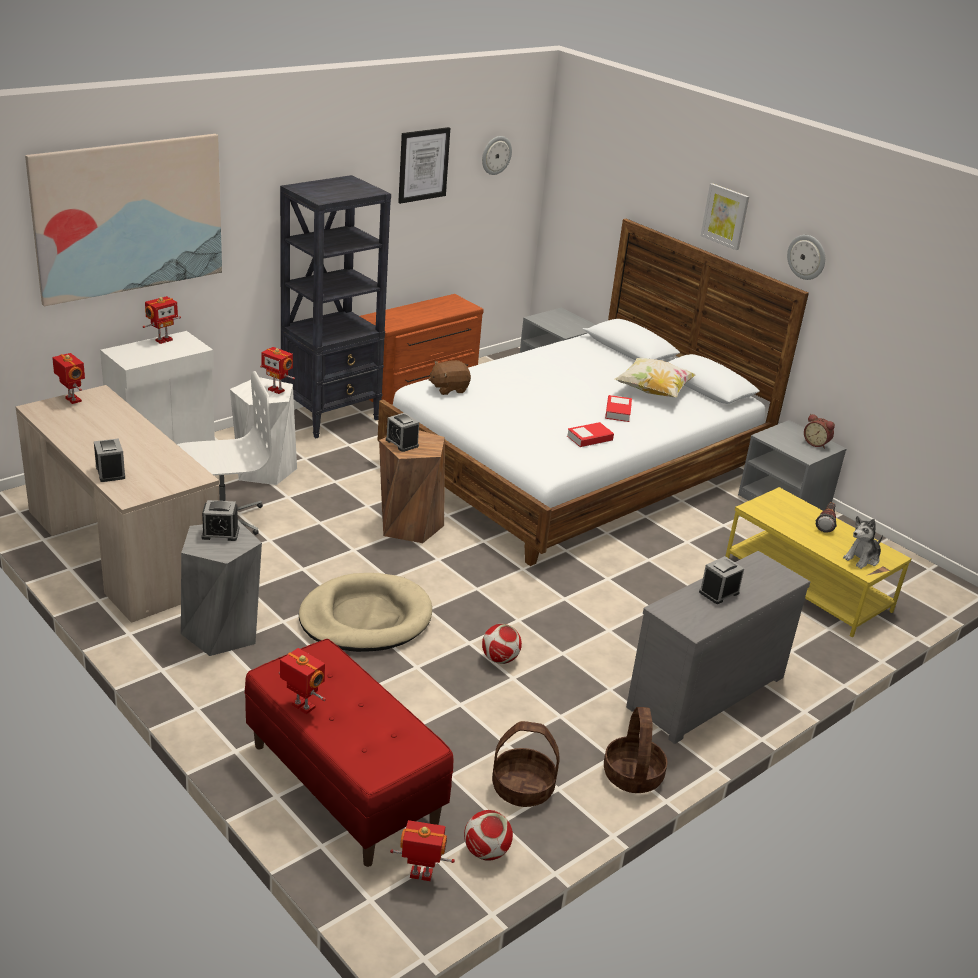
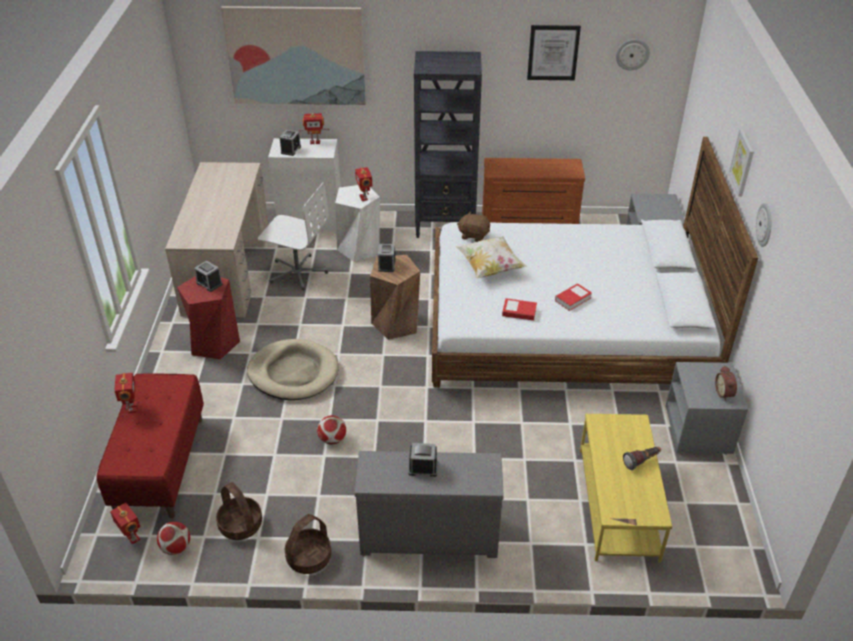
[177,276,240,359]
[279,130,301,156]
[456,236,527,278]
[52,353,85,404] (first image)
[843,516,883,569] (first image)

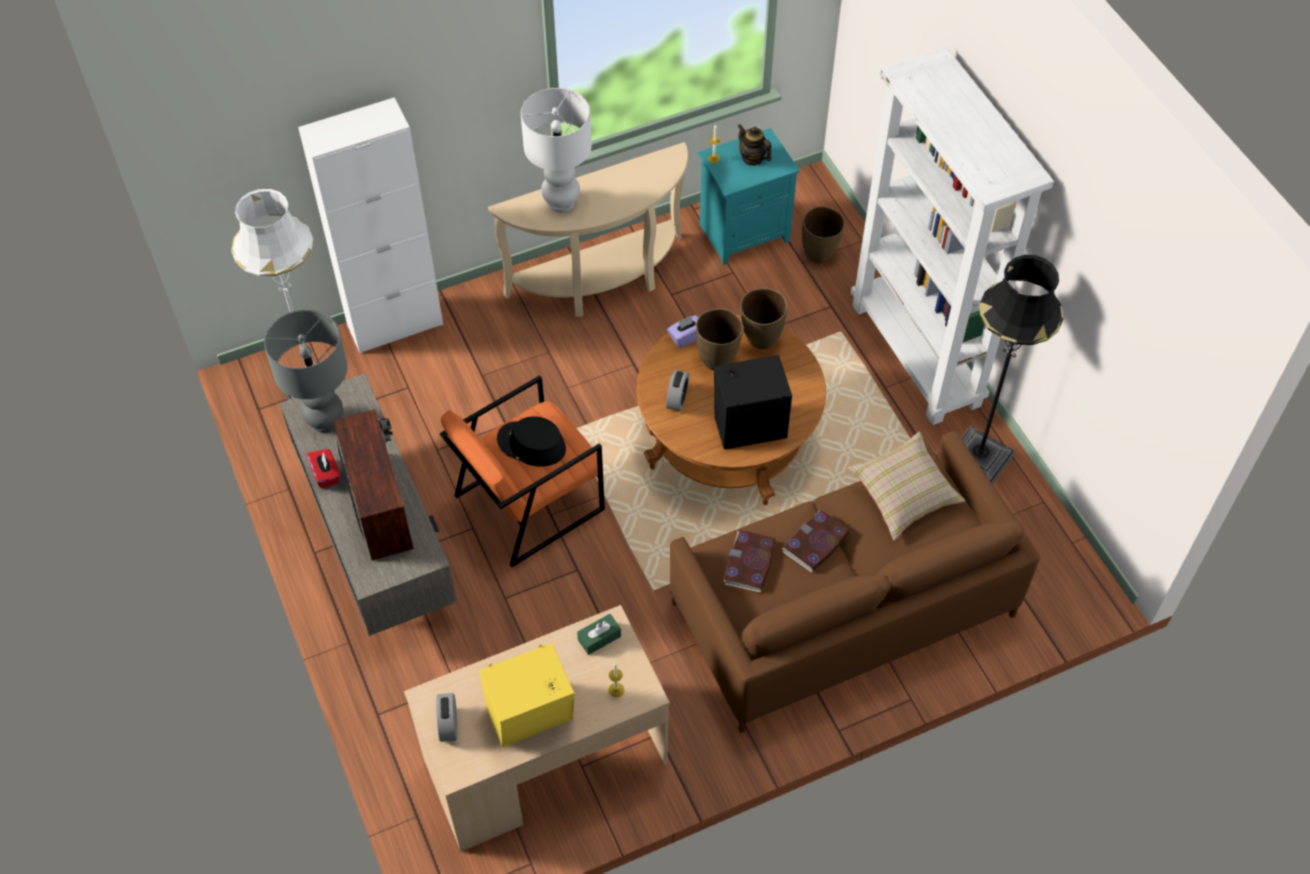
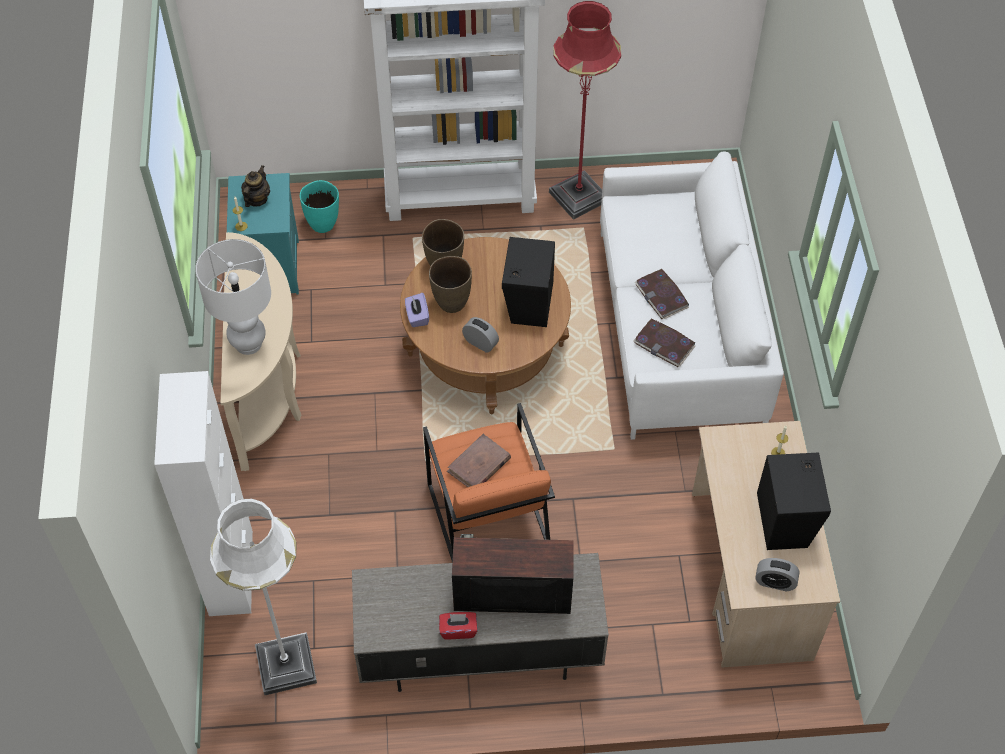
[241,165,270,207]
[300,180,339,233]
[447,434,511,487]
[549,1,621,220]
[600,152,784,440]
[757,452,831,550]
[264,310,348,433] (first image)
[577,614,621,655] (first image)
[848,432,965,541] (first image)

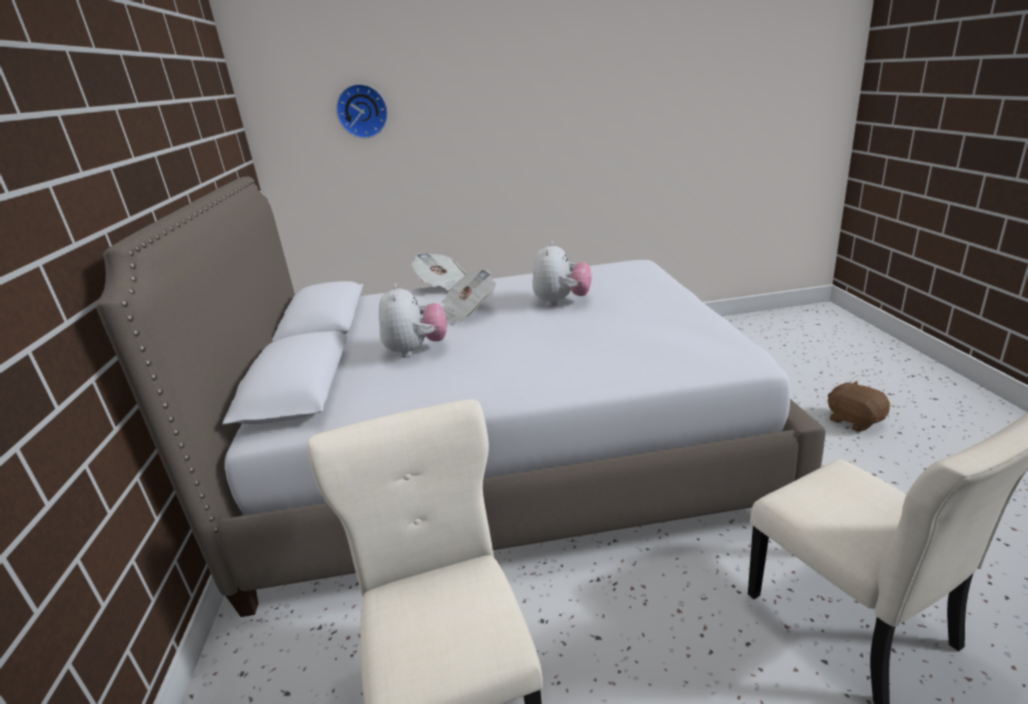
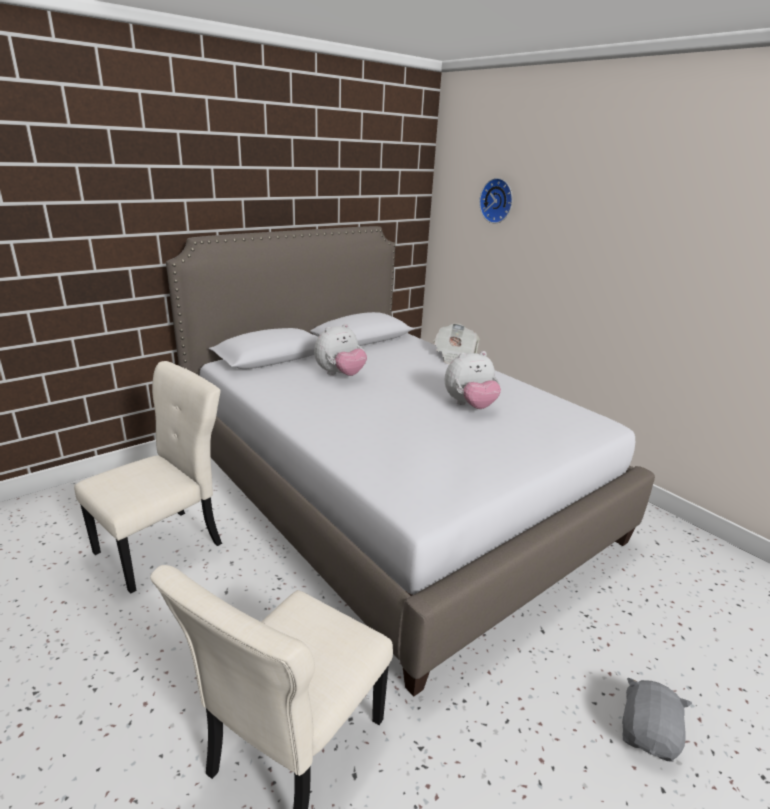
[622,678,692,762]
[441,269,496,322] (first image)

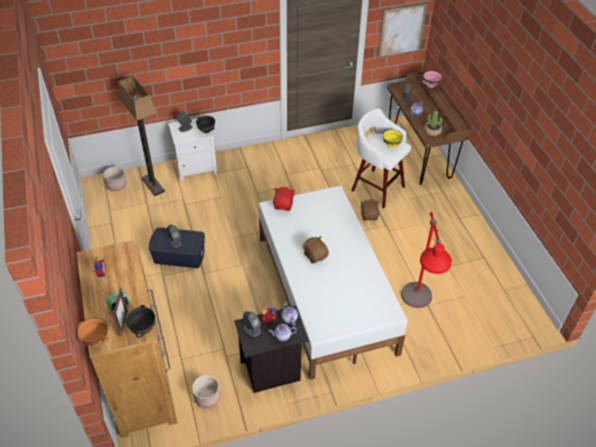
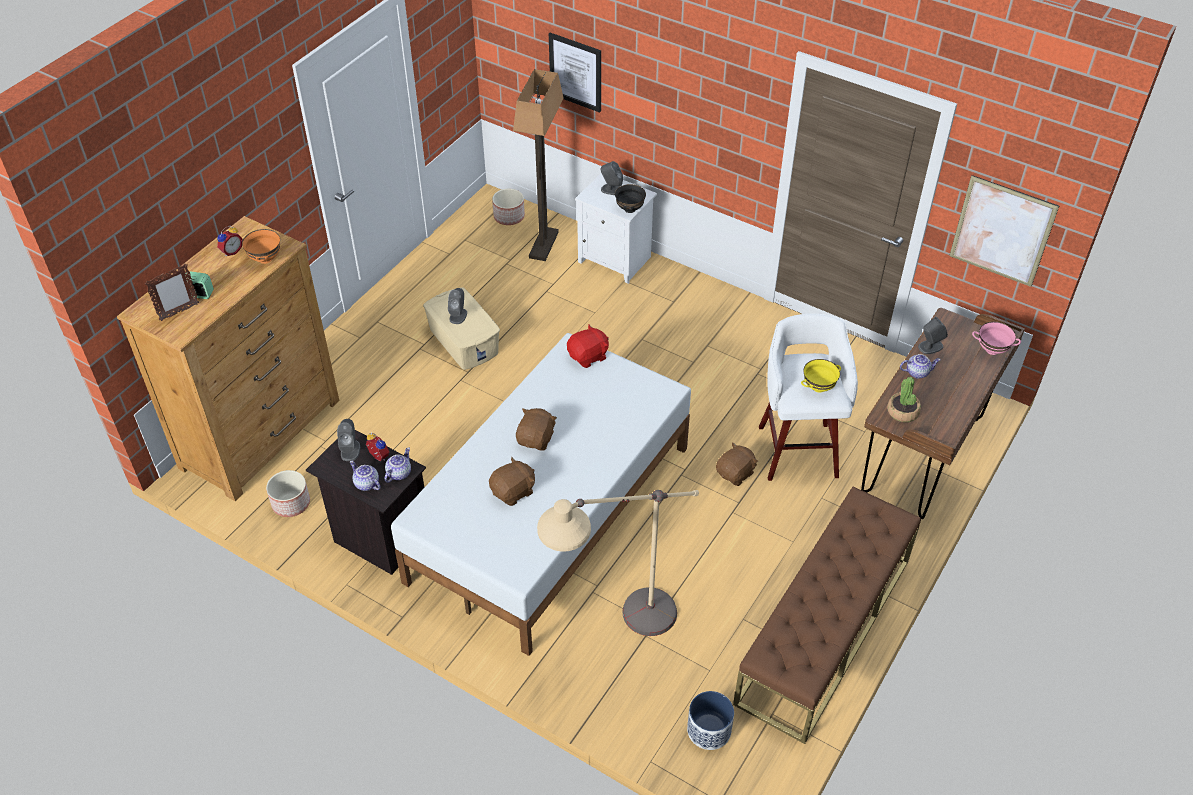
[242,229,280,264]
[423,287,500,370]
[489,457,535,506]
[537,490,699,636]
[549,33,601,113]
[687,691,734,750]
[733,486,921,744]
[125,305,155,338] (first image)

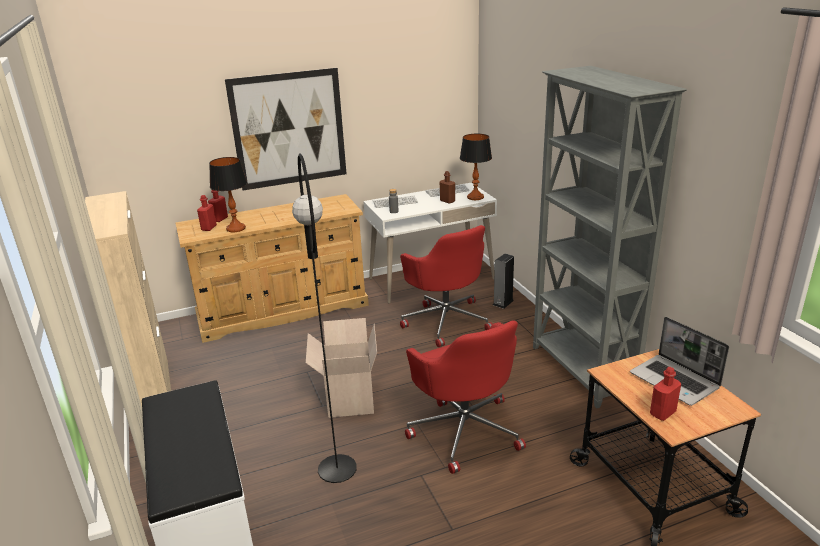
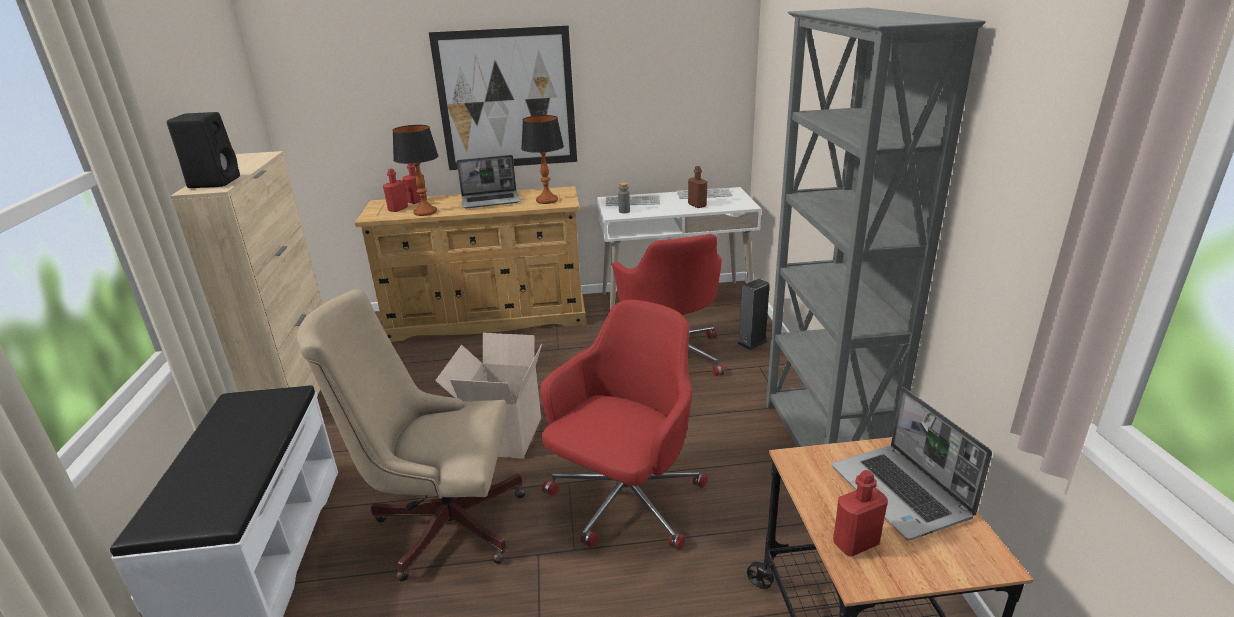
[167,112,240,188]
[297,289,526,582]
[457,155,521,208]
[521,115,564,204]
[540,300,708,550]

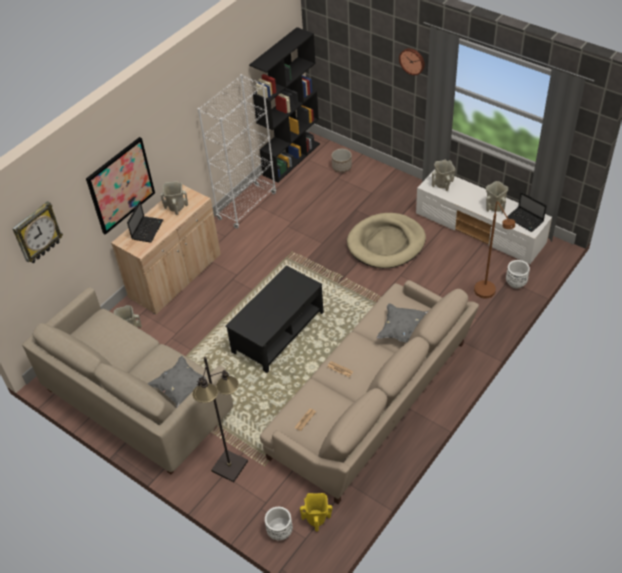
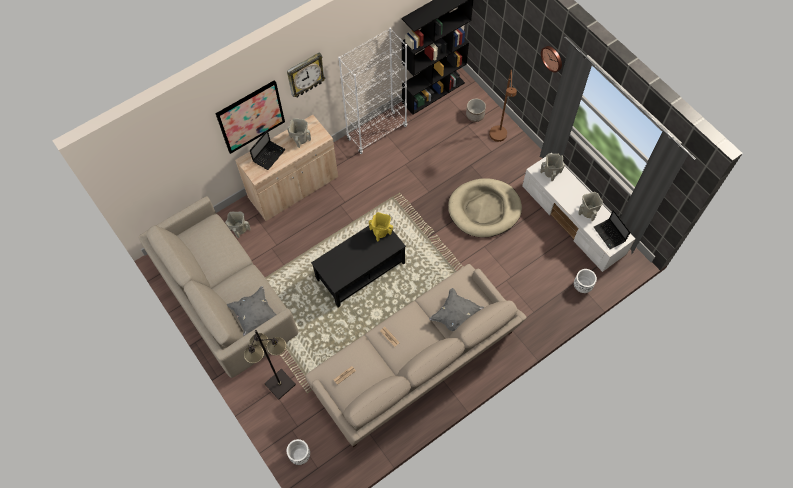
[287,52,326,98]
[369,212,393,241]
[489,70,517,142]

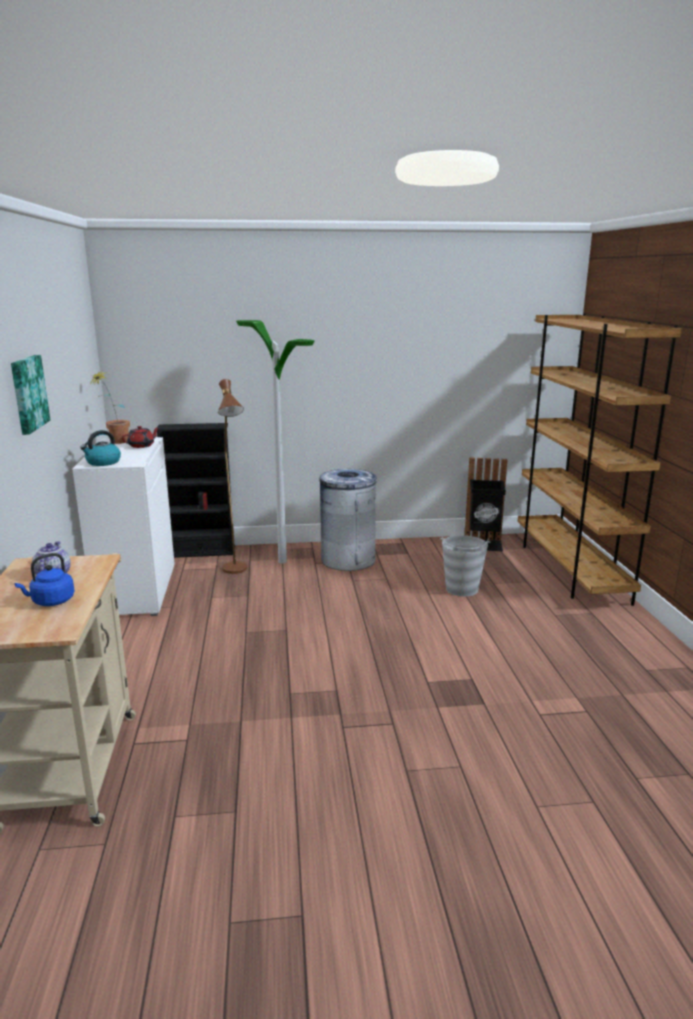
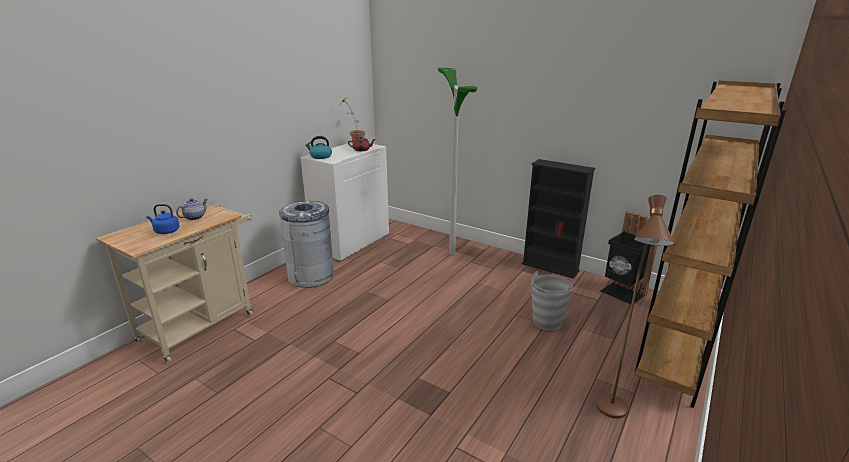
[279,201,334,288]
[522,159,595,279]
[596,195,674,419]
[11,355,50,435] (first image)

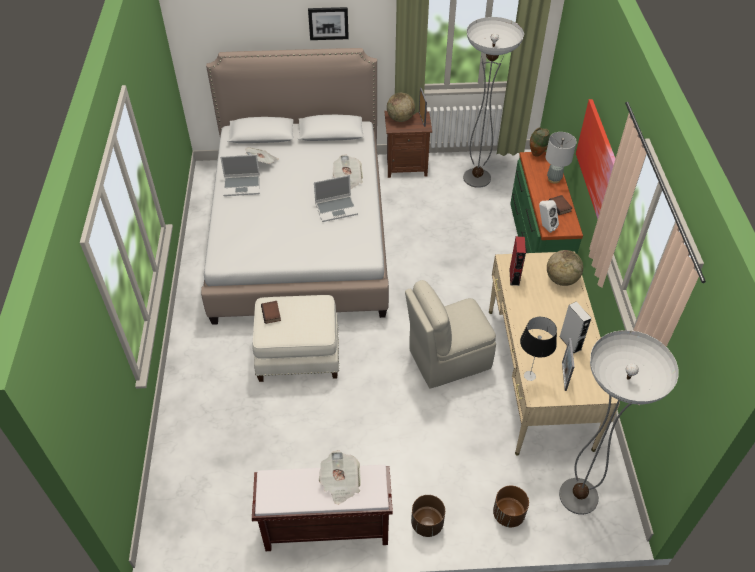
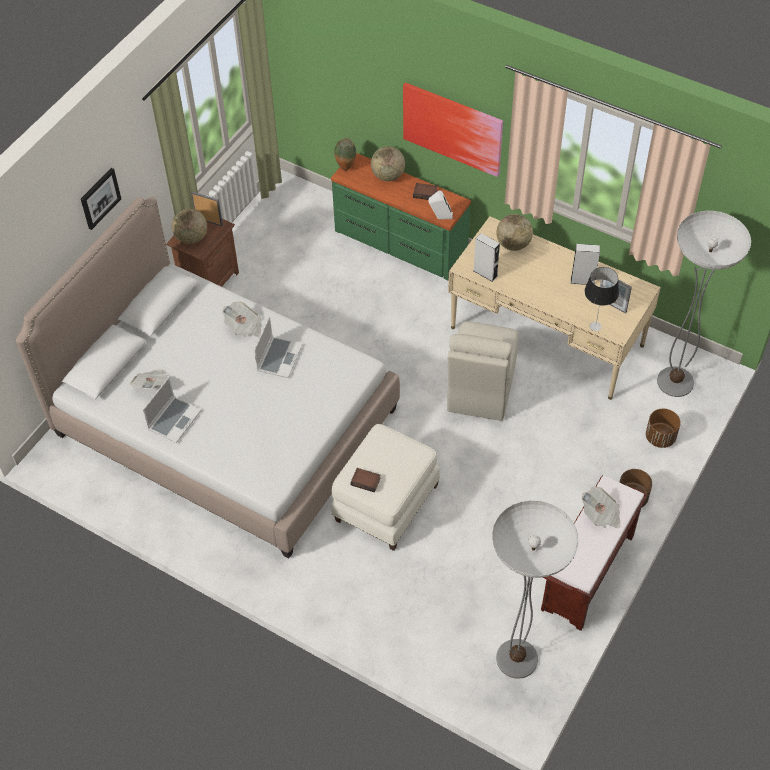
[371,146,405,181]
[474,233,500,282]
[492,500,579,679]

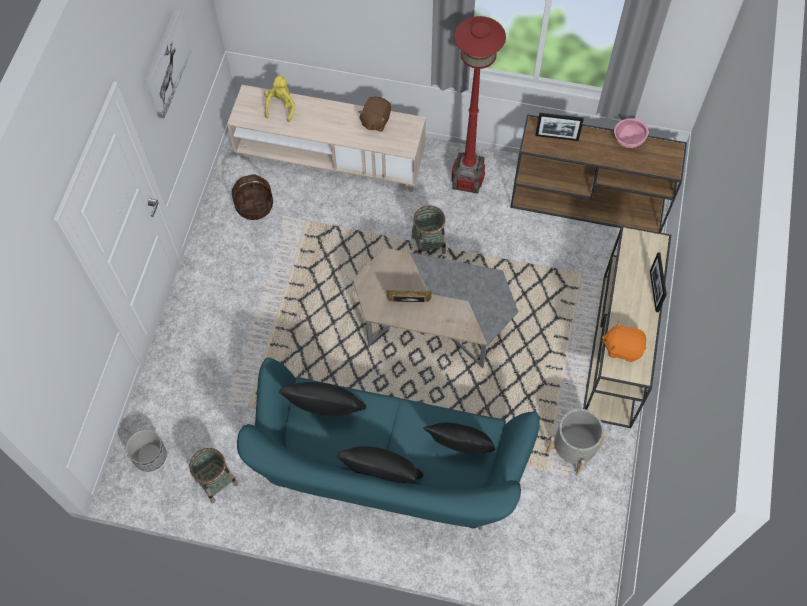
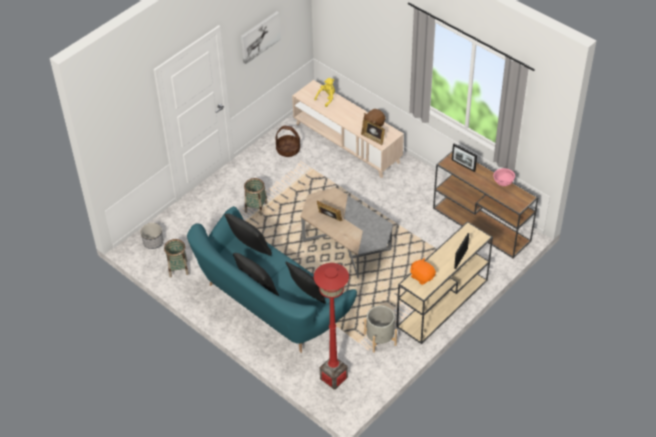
[244,178,268,215]
[314,263,349,390]
[361,119,385,145]

